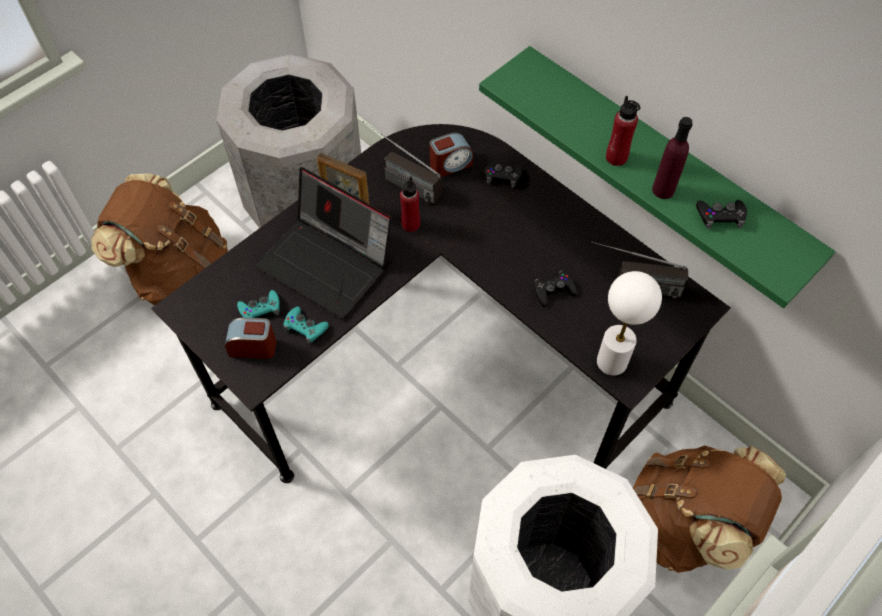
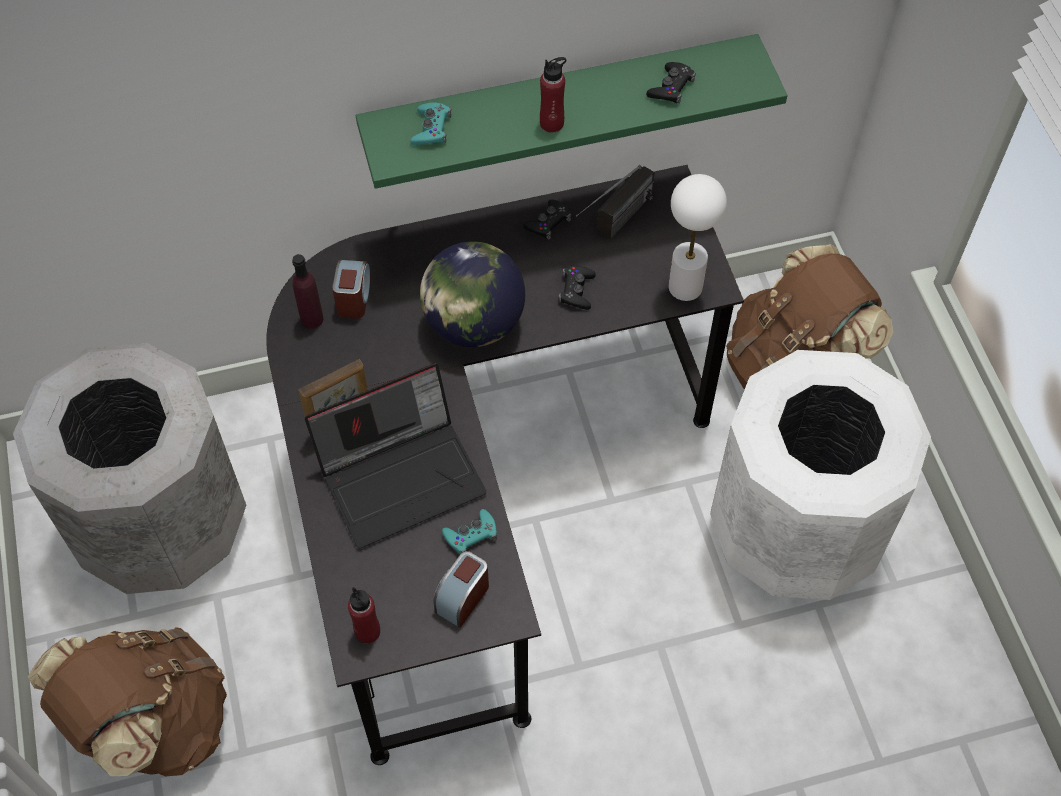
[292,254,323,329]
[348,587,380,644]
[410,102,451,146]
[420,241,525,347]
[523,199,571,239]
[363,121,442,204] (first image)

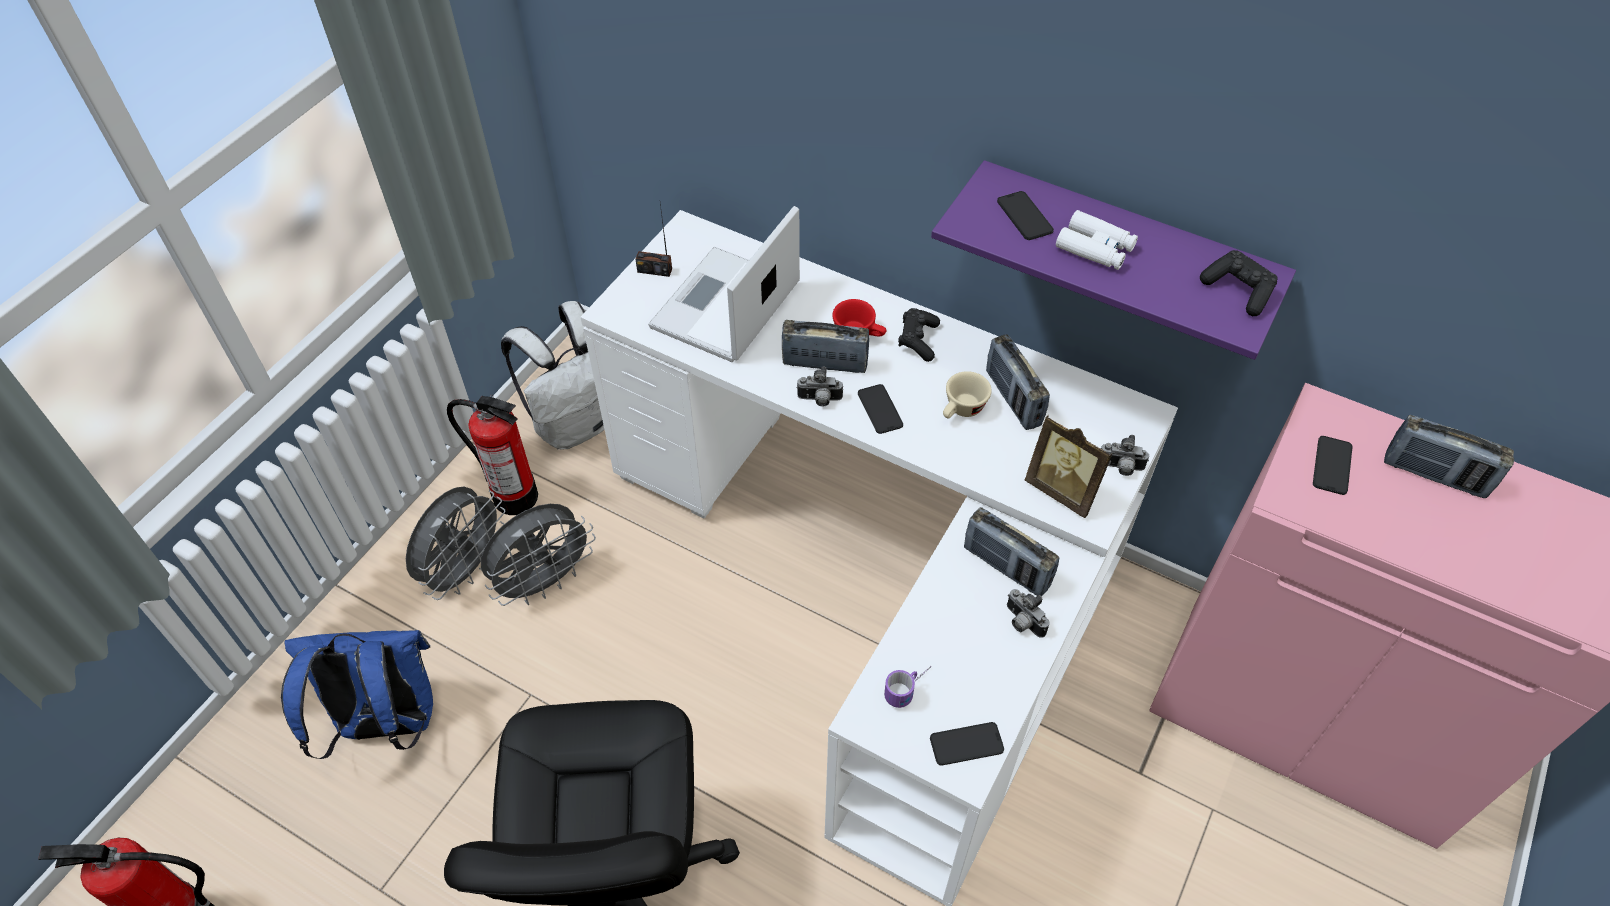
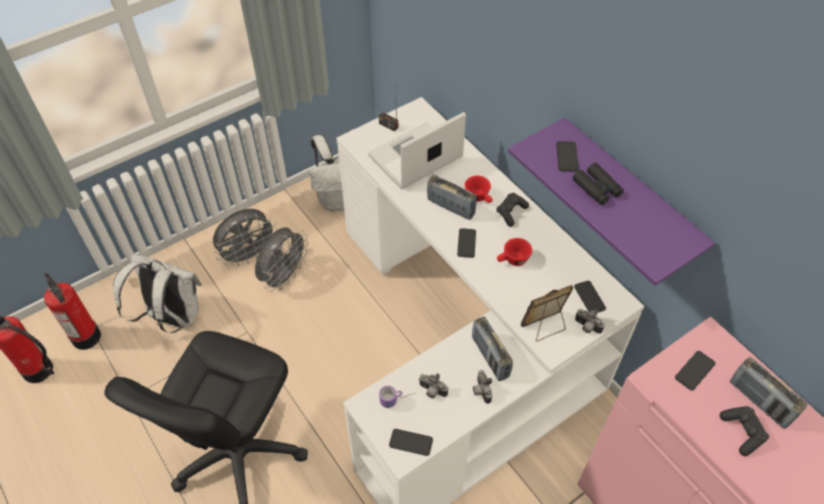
[44,273,101,350]
[113,254,202,333]
[255,228,309,292]
[419,373,448,398]
[497,238,532,266]
[521,285,573,341]
[573,163,624,205]
[574,281,606,312]
[720,406,769,456]
[986,334,1050,430] (first image)

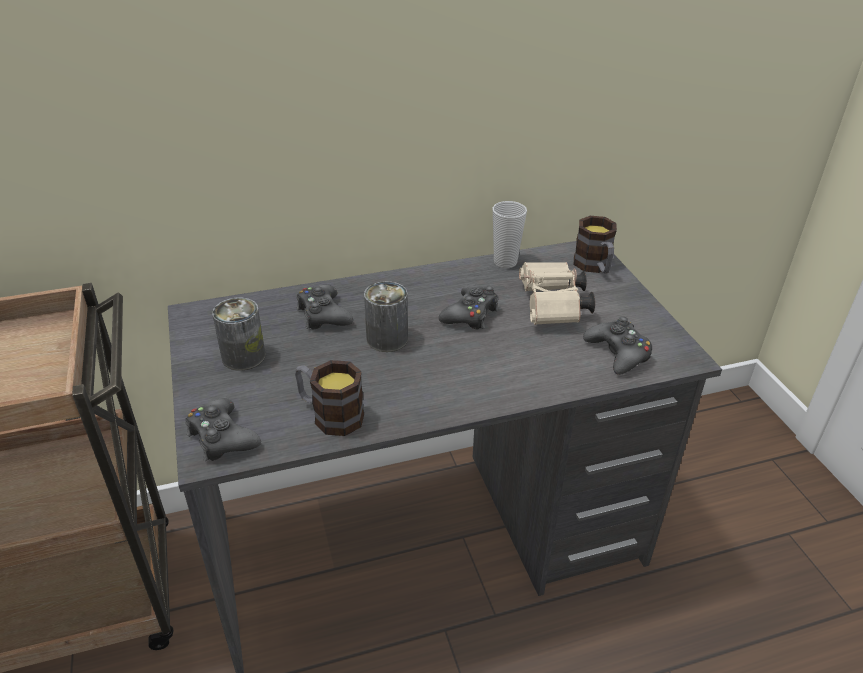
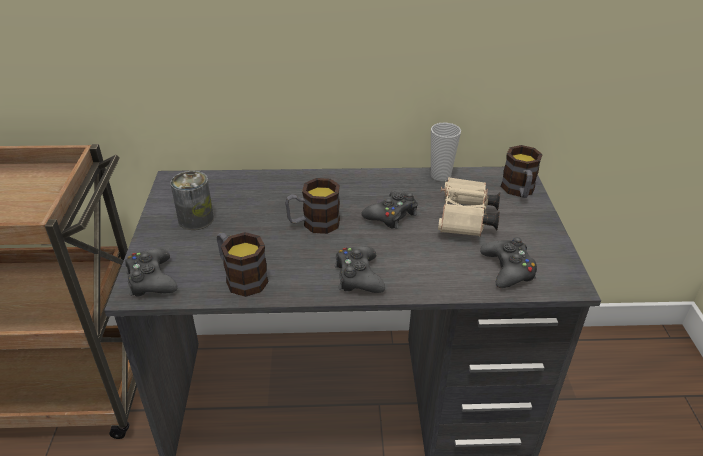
[285,178,340,234]
[335,246,385,293]

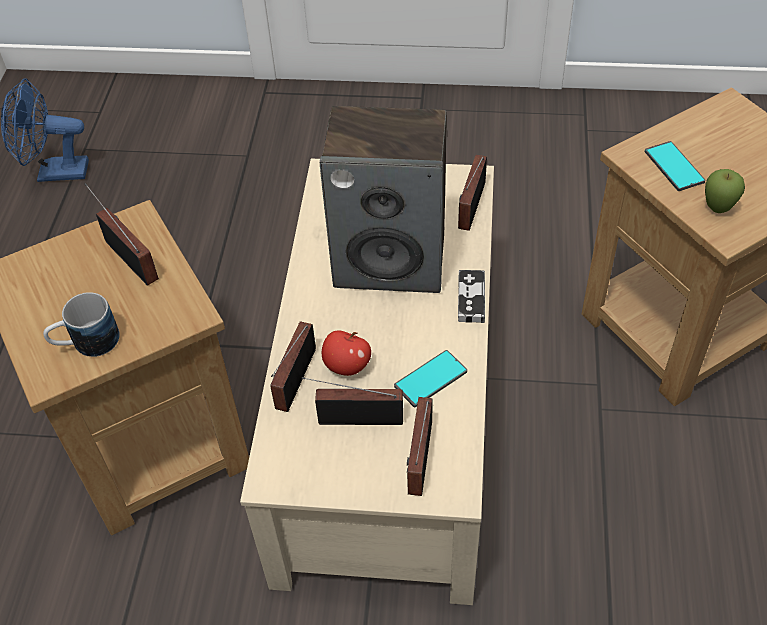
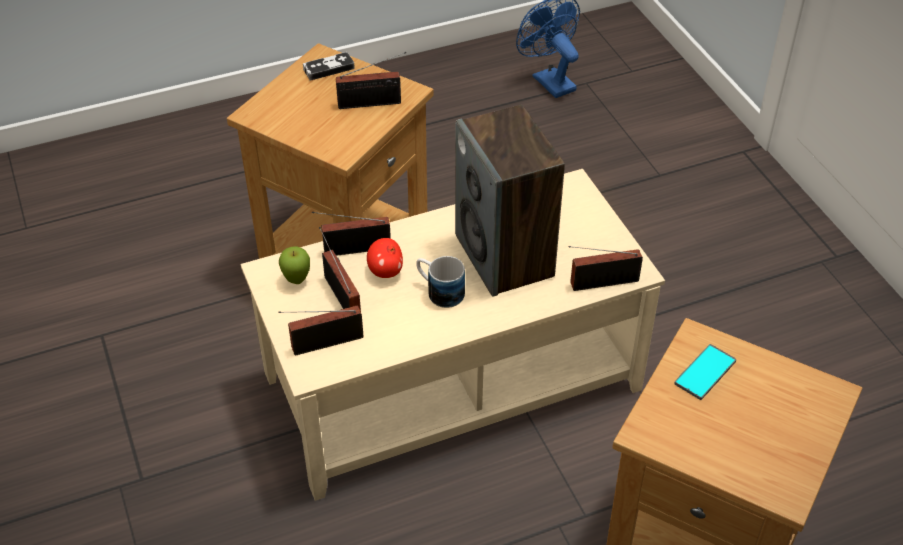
[279,246,310,284]
[303,52,355,81]
[336,52,406,109]
[416,256,465,308]
[394,350,467,407] (first image)

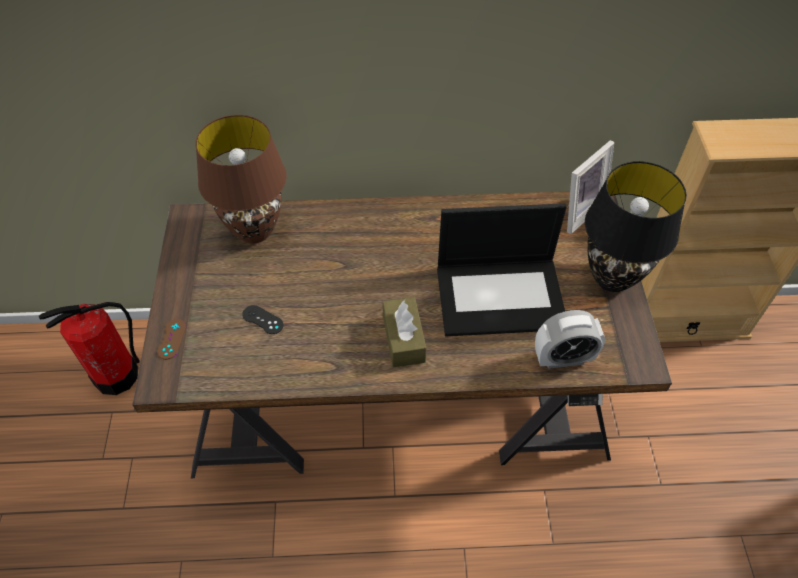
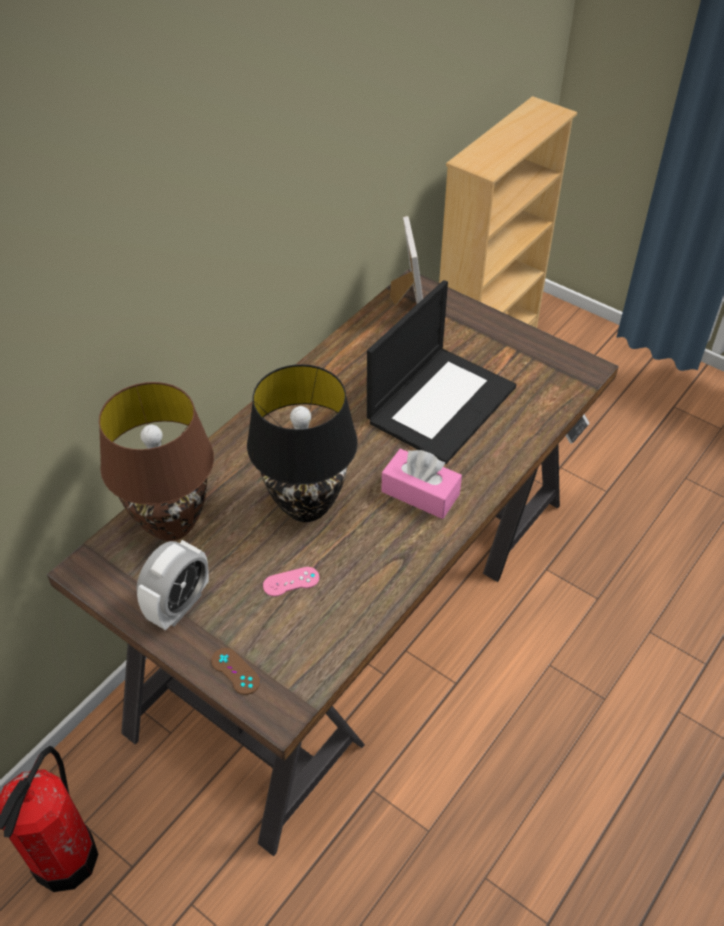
[136,540,209,630]
[247,364,358,522]
[263,567,319,597]
[381,449,462,519]

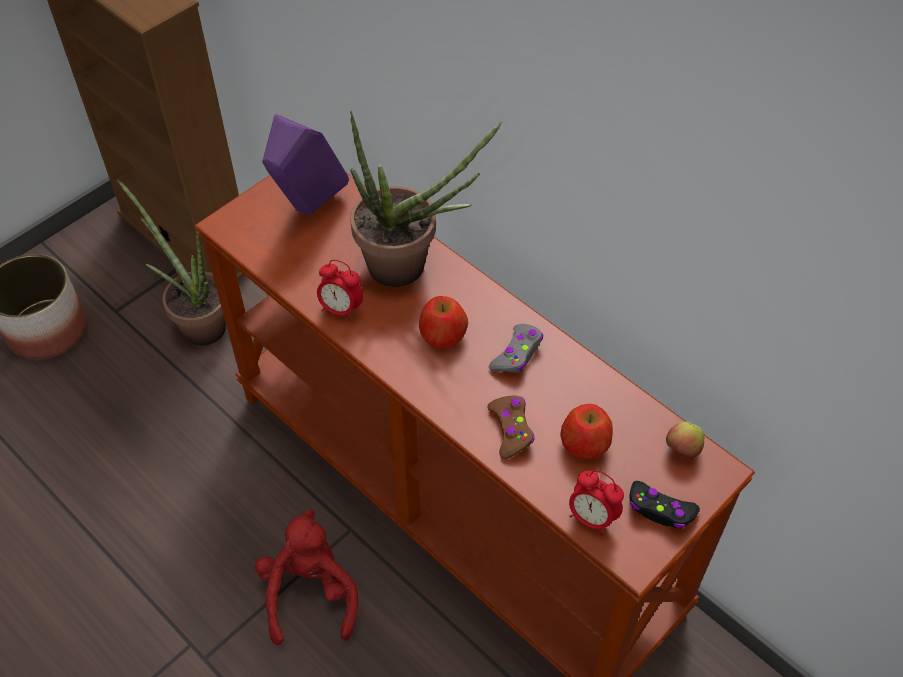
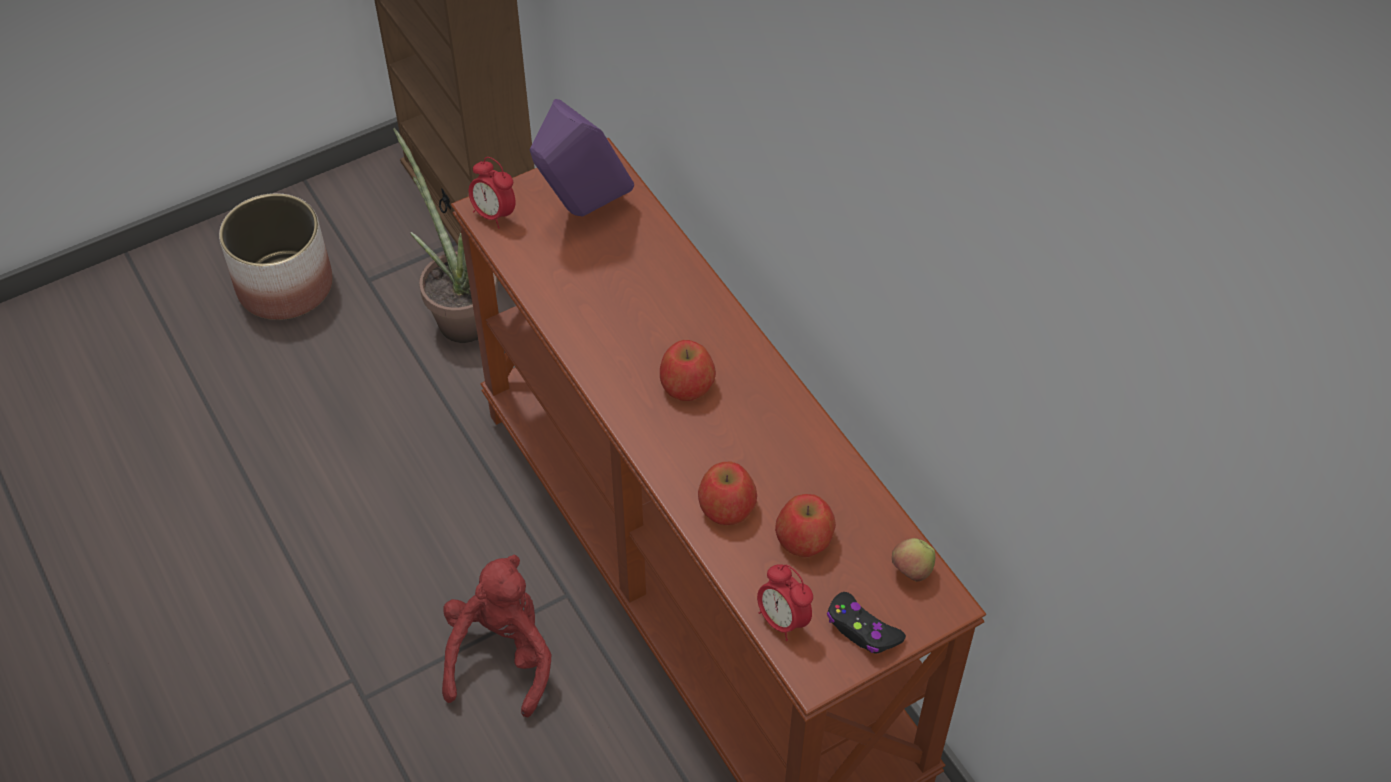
[469,157,516,229]
[698,462,757,525]
[350,110,503,287] (first image)
[489,324,543,373] (first image)

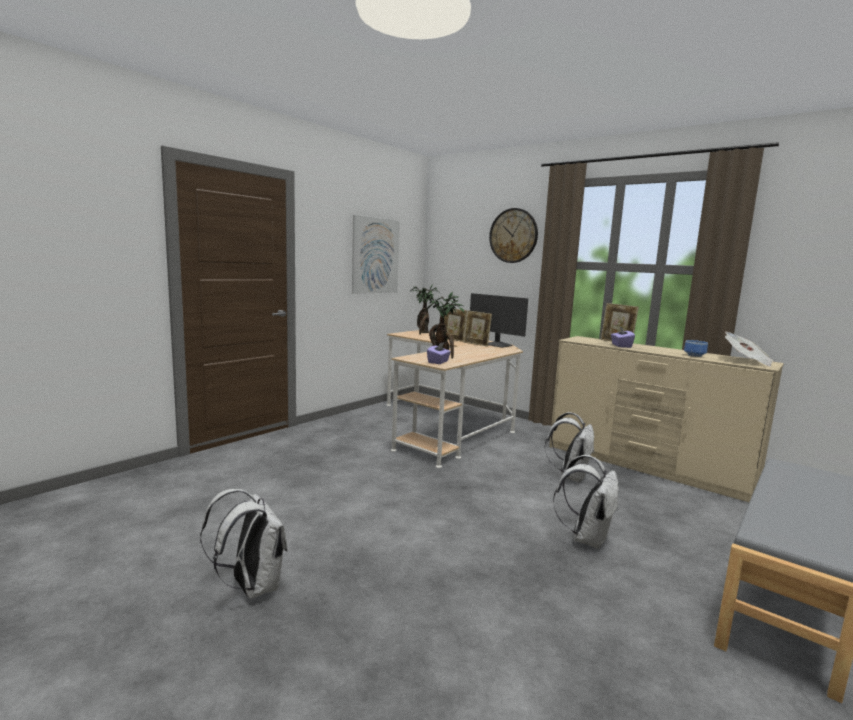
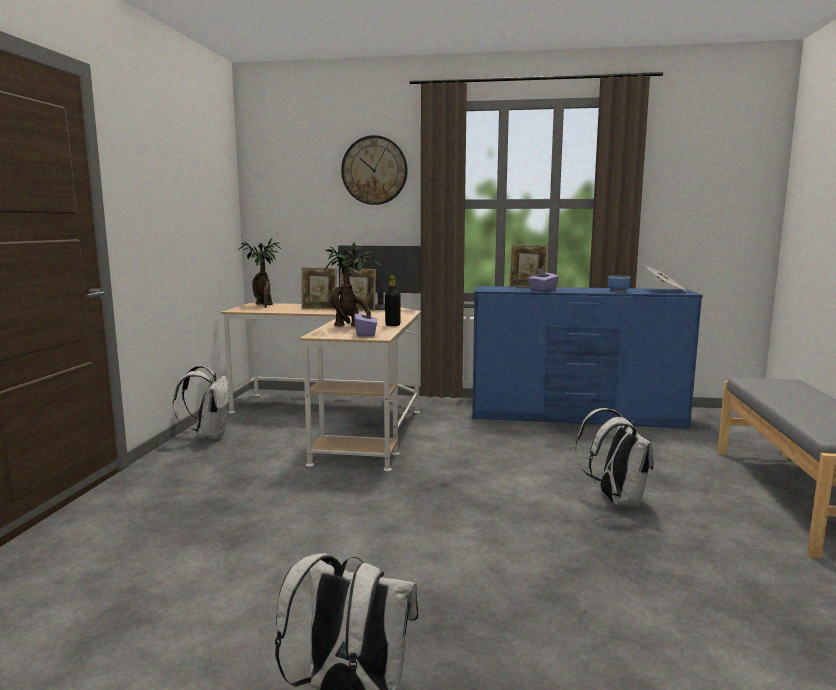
[173,365,229,439]
[385,276,401,326]
[472,286,703,429]
[352,215,400,294] (first image)

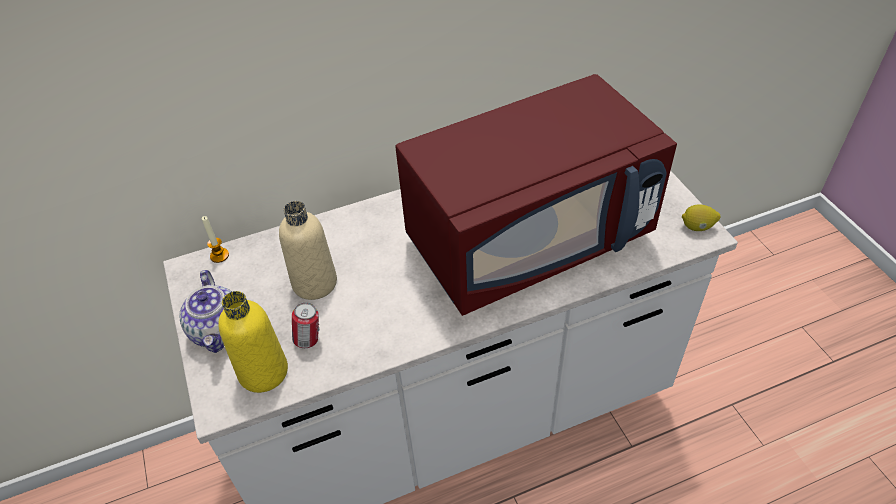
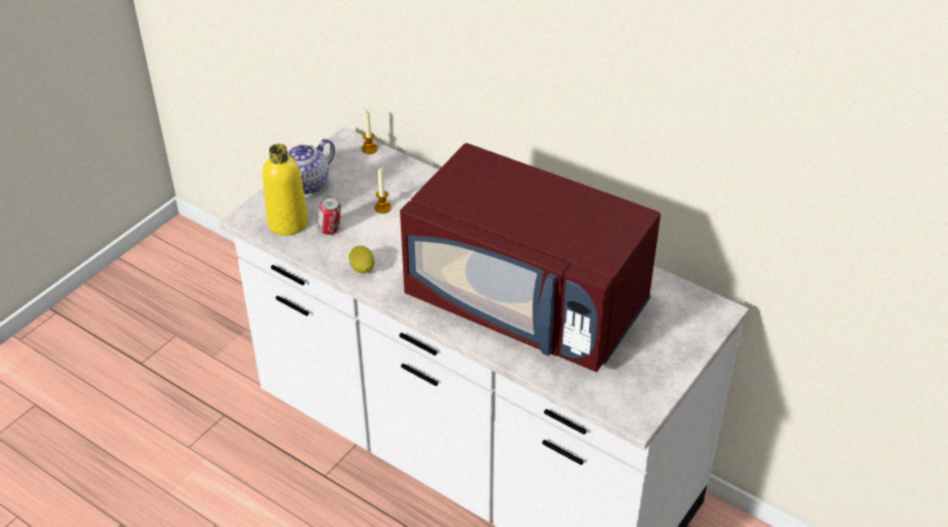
[349,246,375,273]
[374,168,391,213]

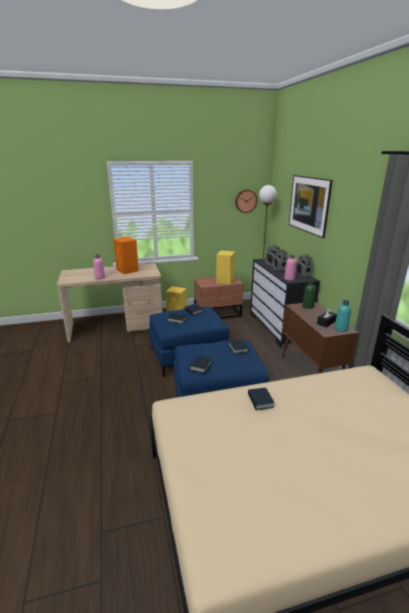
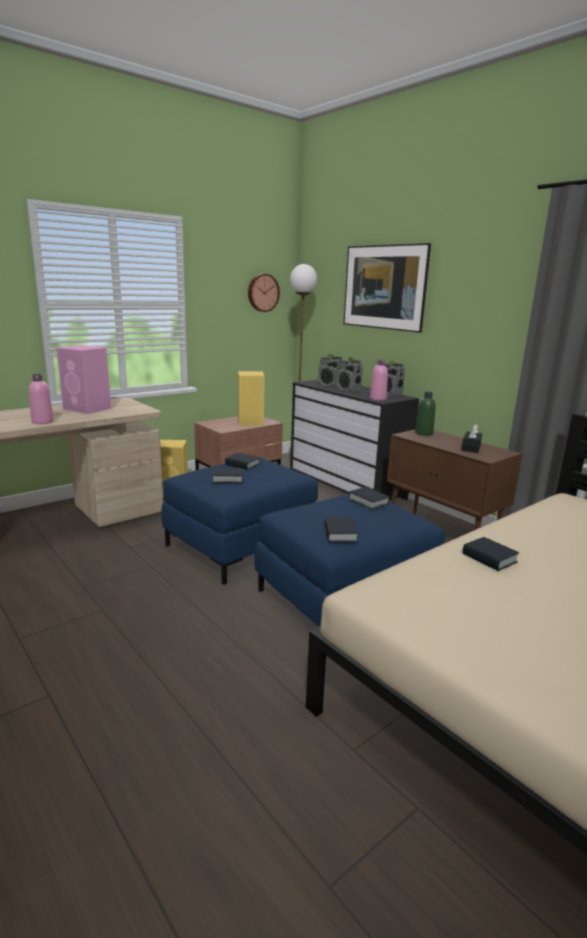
[56,345,111,414]
[334,300,351,332] (first image)

